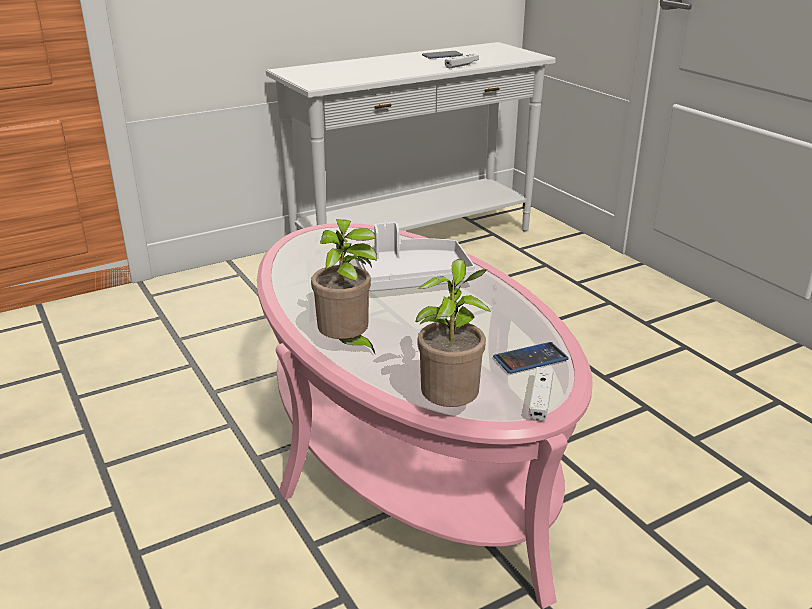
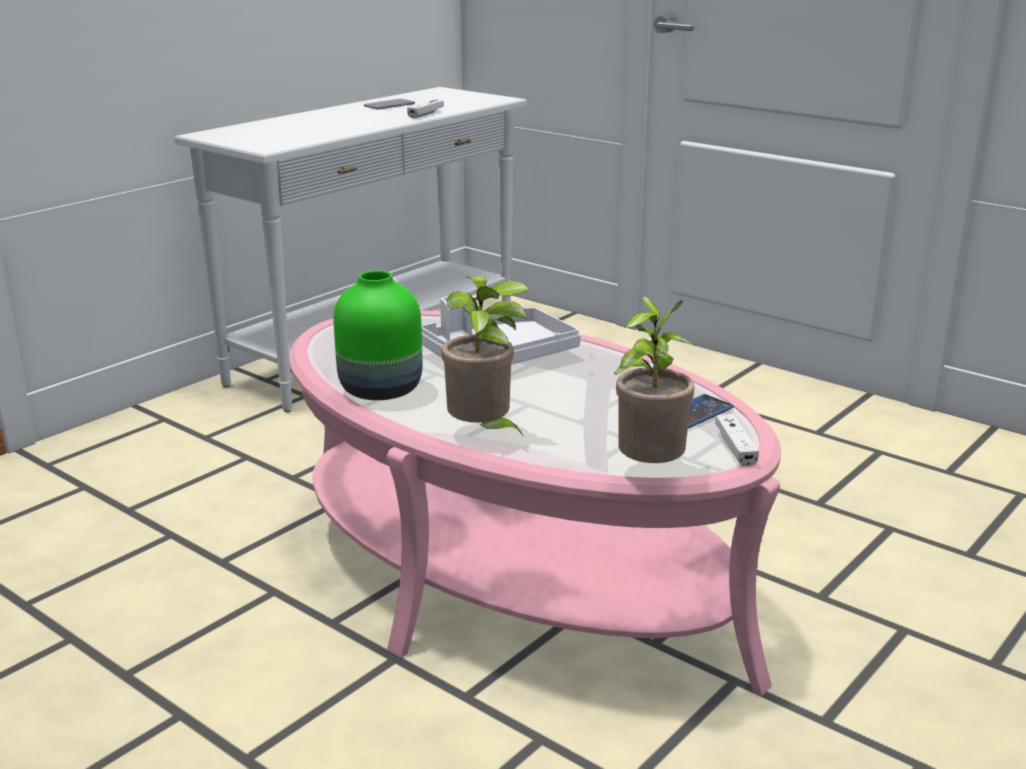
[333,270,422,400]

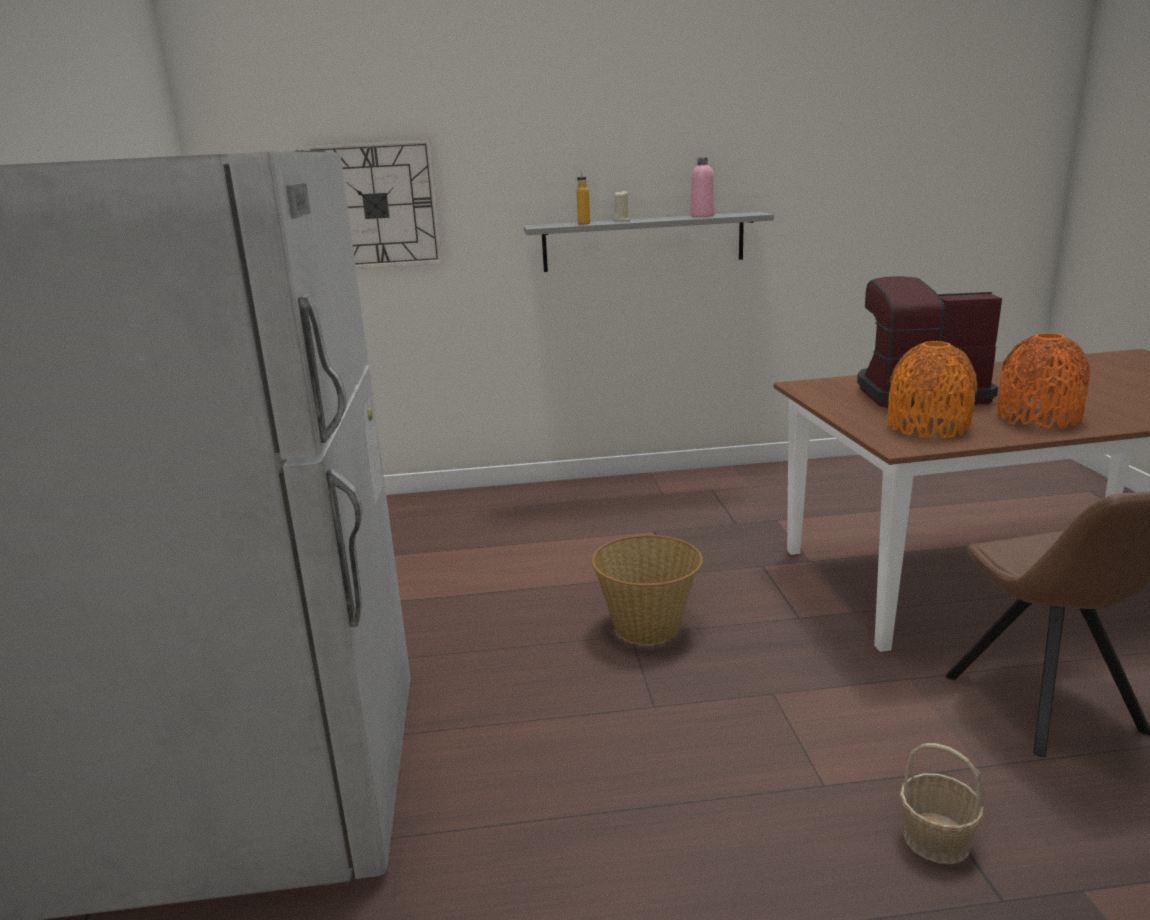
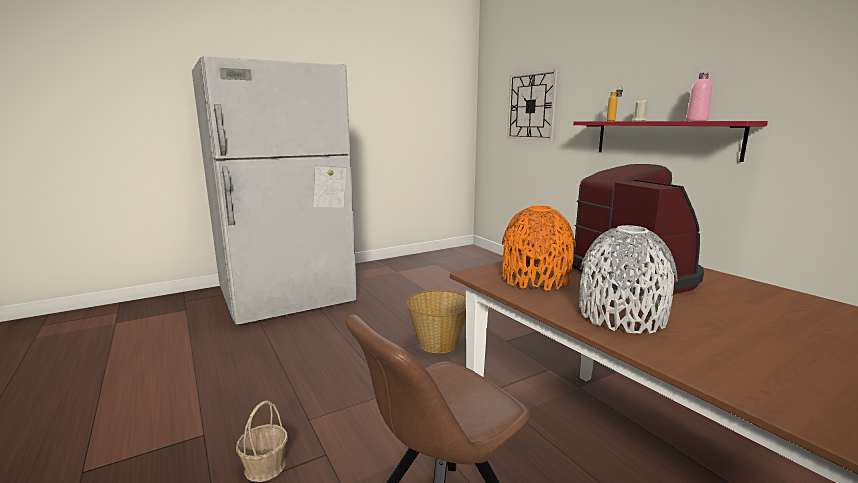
[573,121,768,162]
[579,225,677,333]

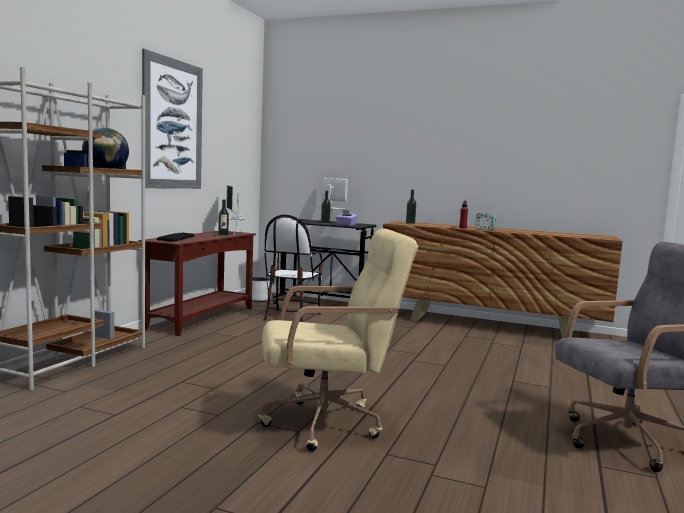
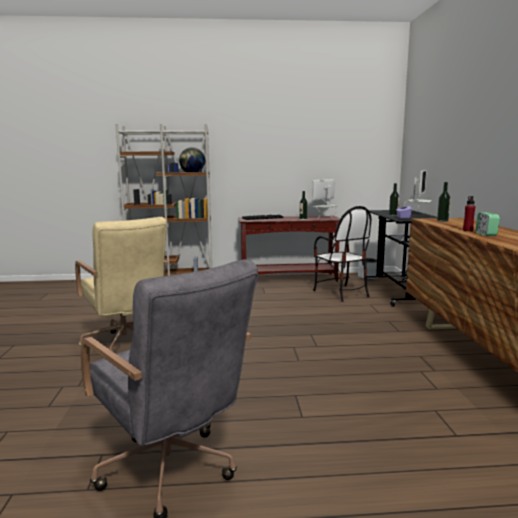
[142,49,203,189] (first image)
[313,206,371,302]

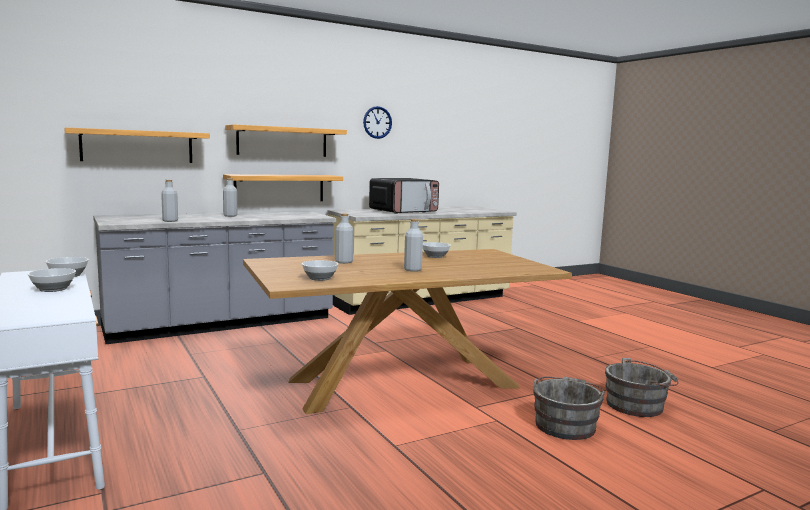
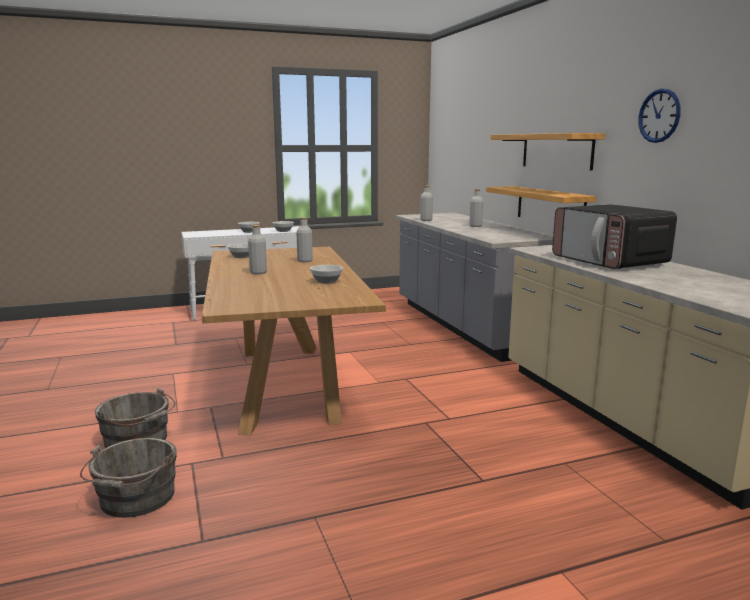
[64,127,210,163] (first image)

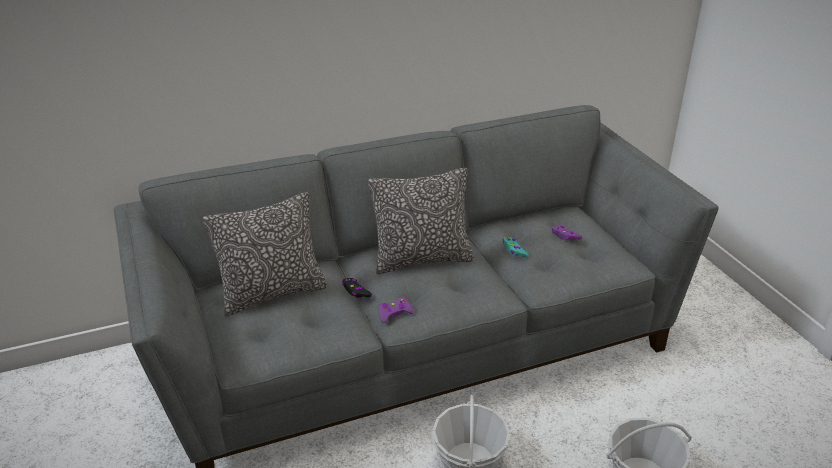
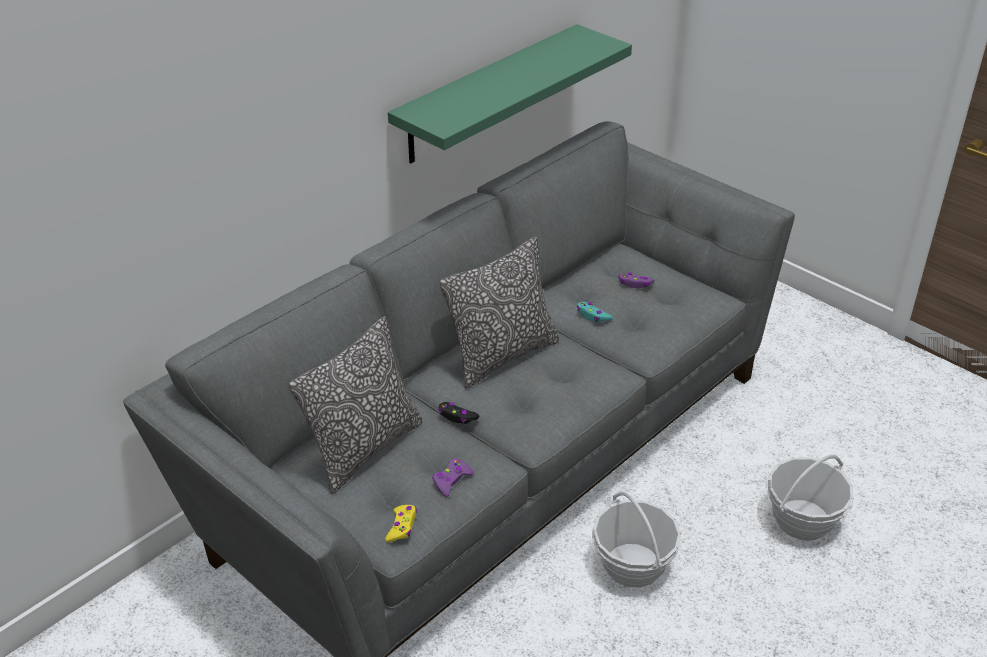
[385,505,417,542]
[388,24,632,163]
[432,458,474,497]

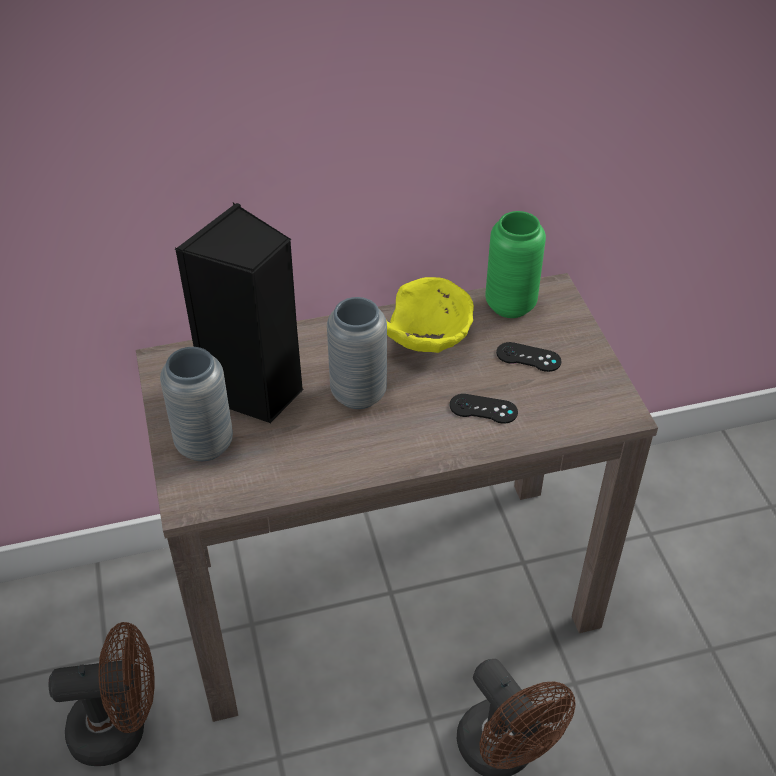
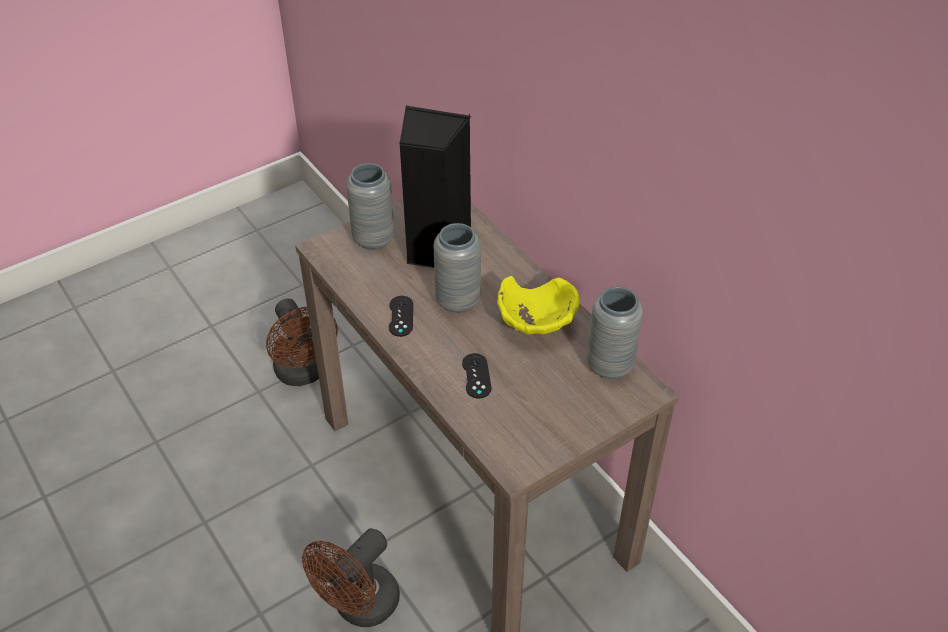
[389,296,413,337]
[587,287,643,379]

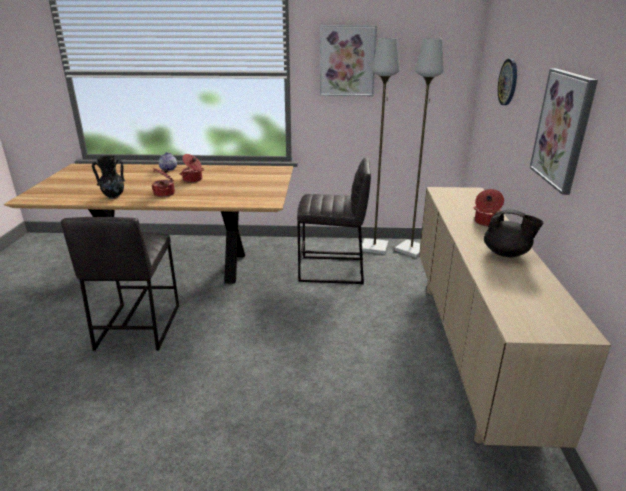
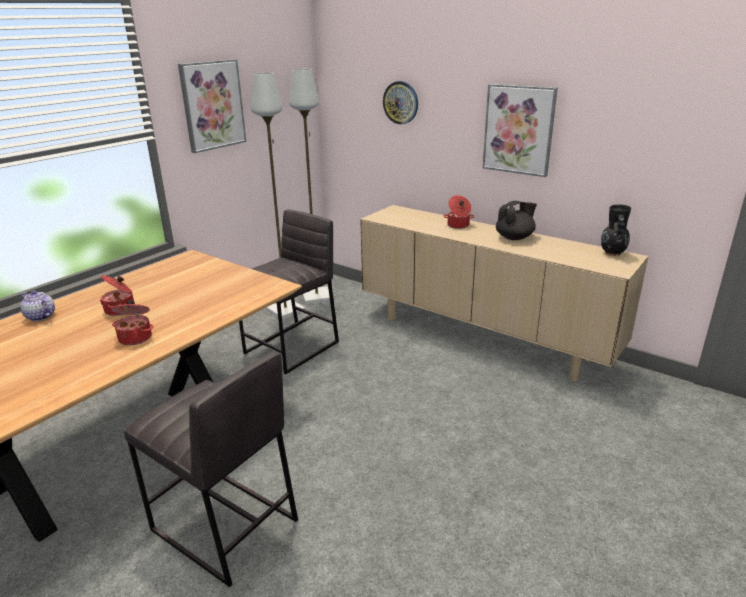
[601,205,631,256]

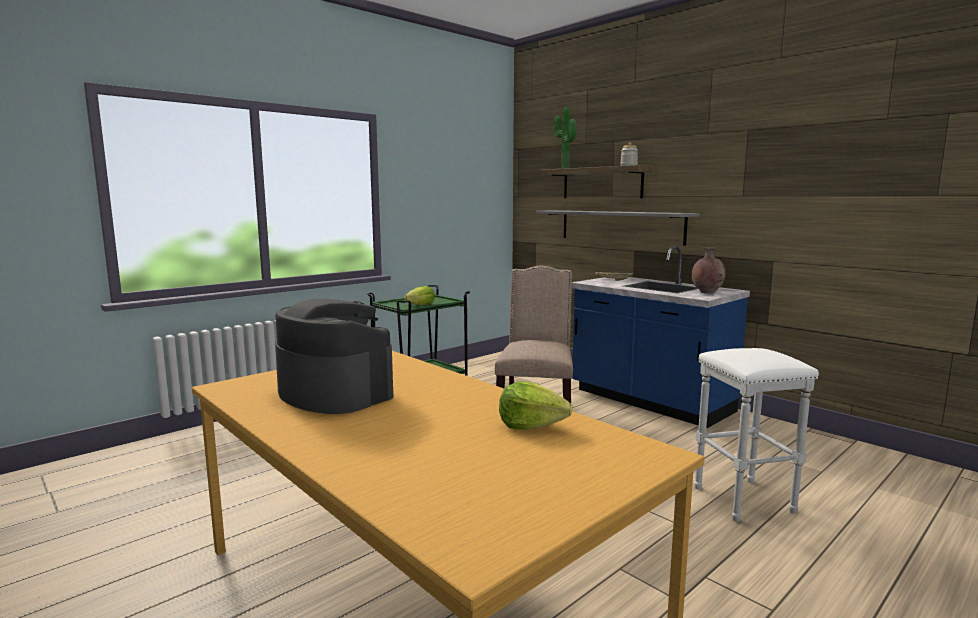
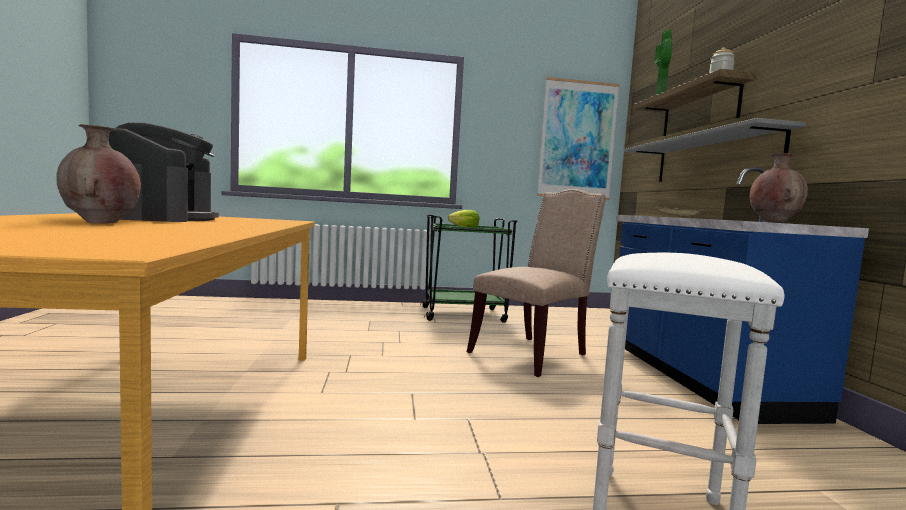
[499,381,572,430] (first image)
[56,124,141,223]
[537,77,620,200]

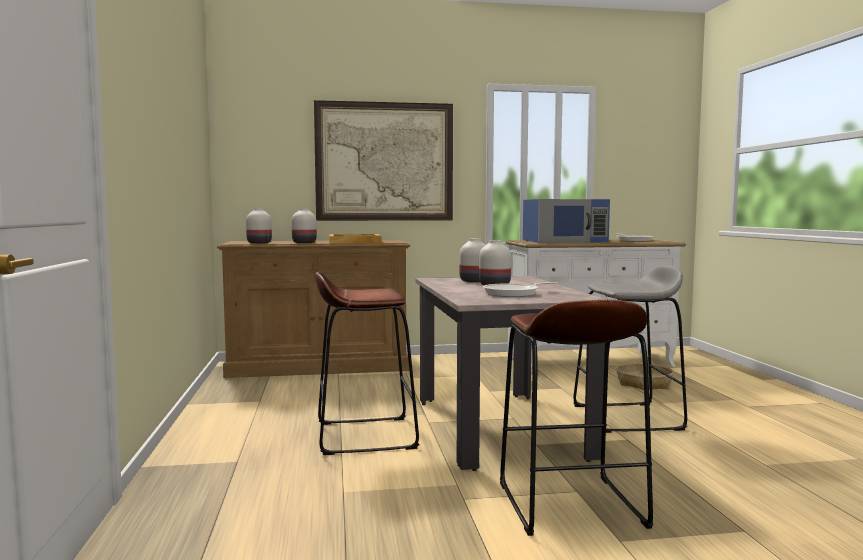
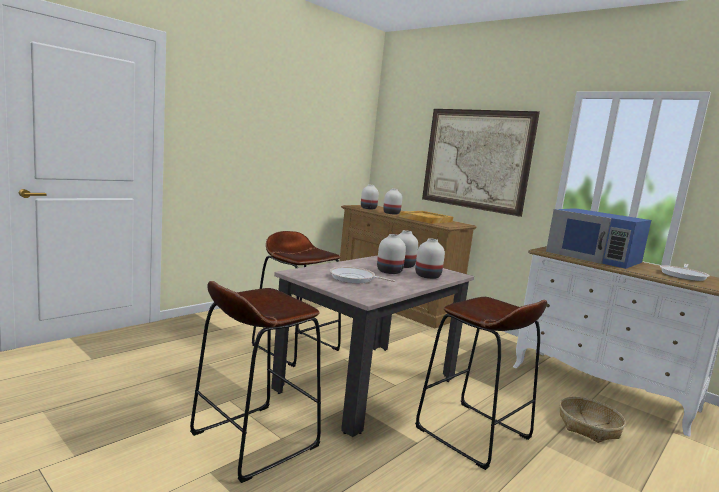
[415,238,445,279]
[415,297,547,470]

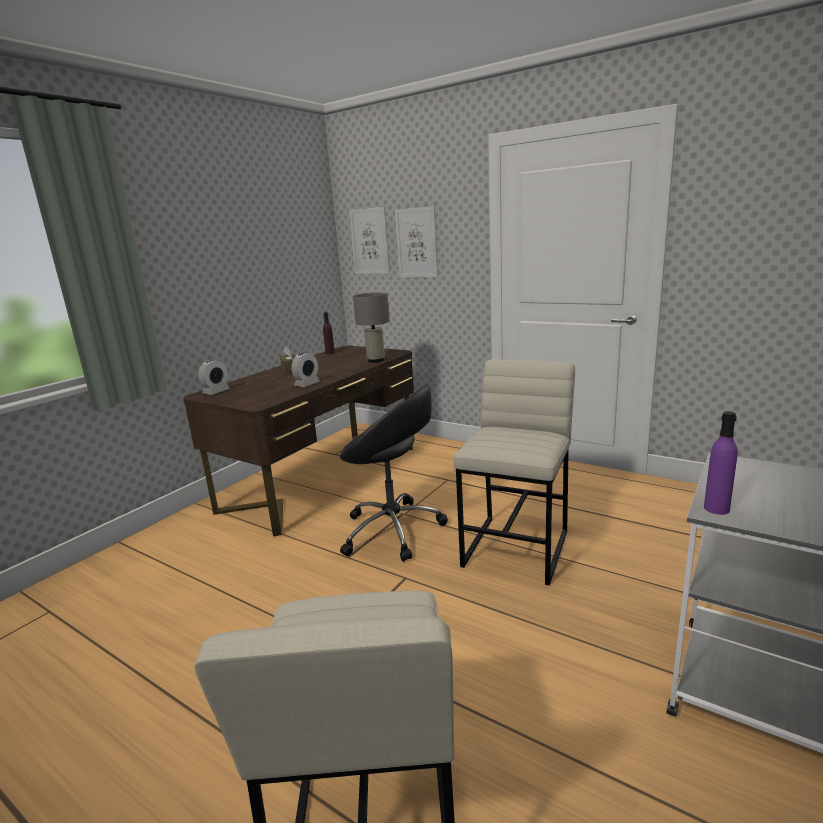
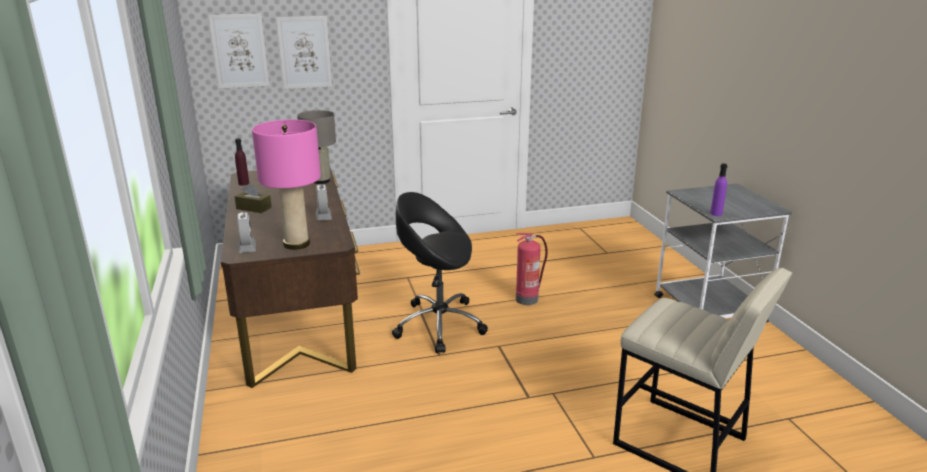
[252,119,321,250]
[516,233,548,305]
[392,192,488,353]

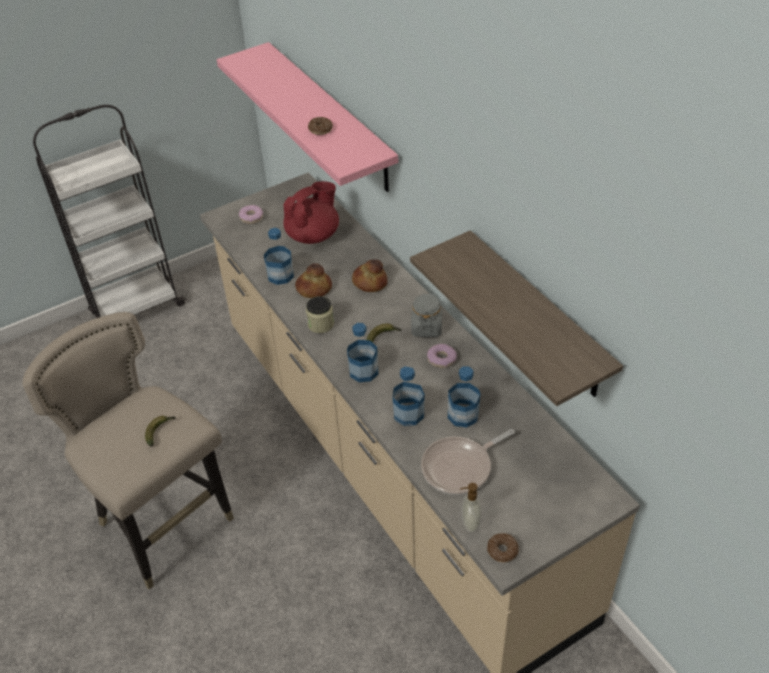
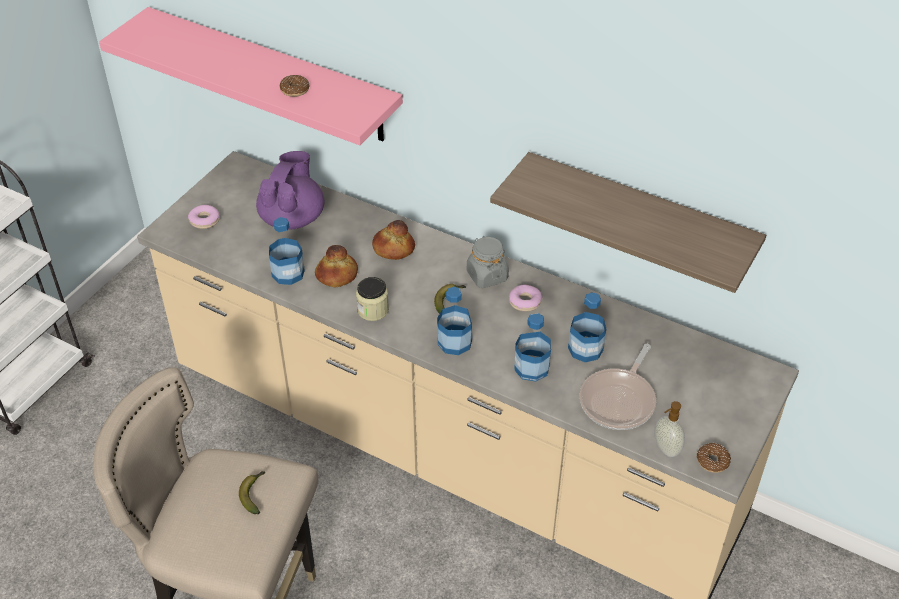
[256,151,324,230]

